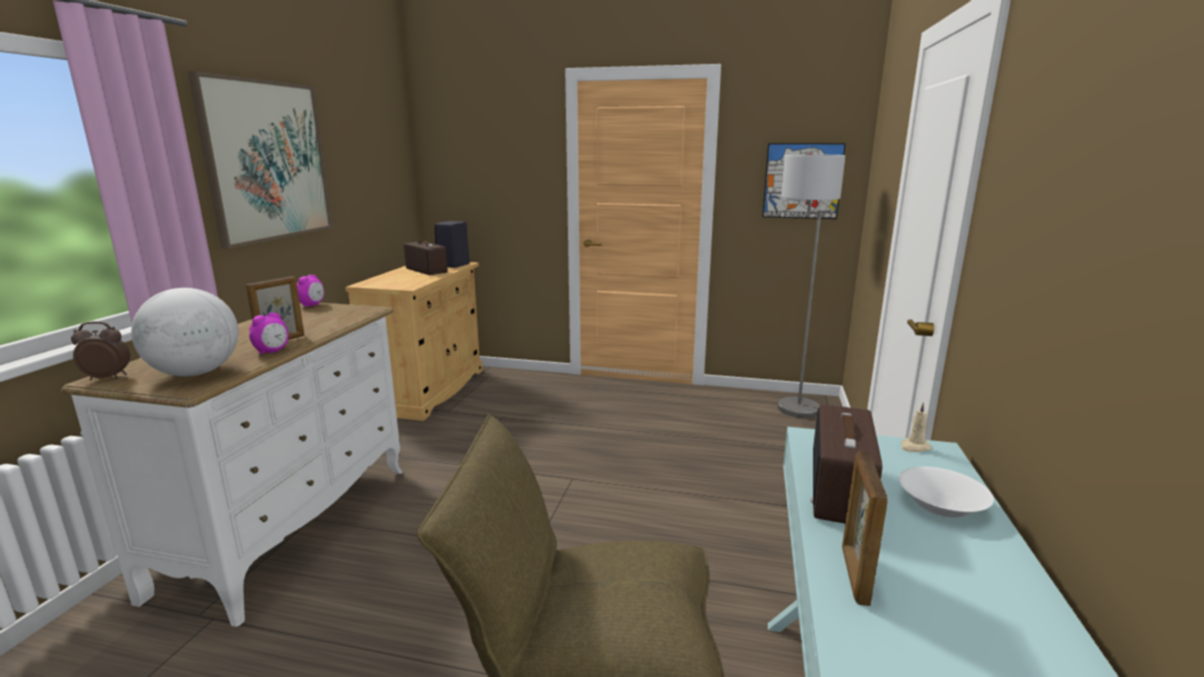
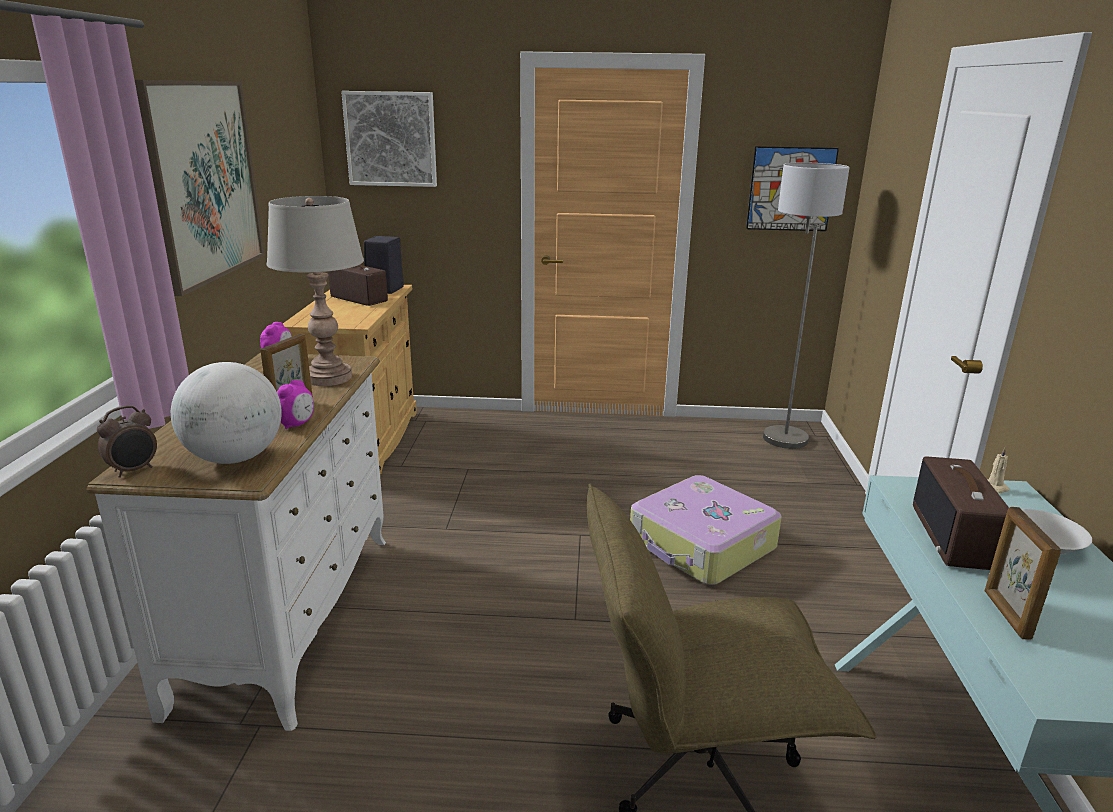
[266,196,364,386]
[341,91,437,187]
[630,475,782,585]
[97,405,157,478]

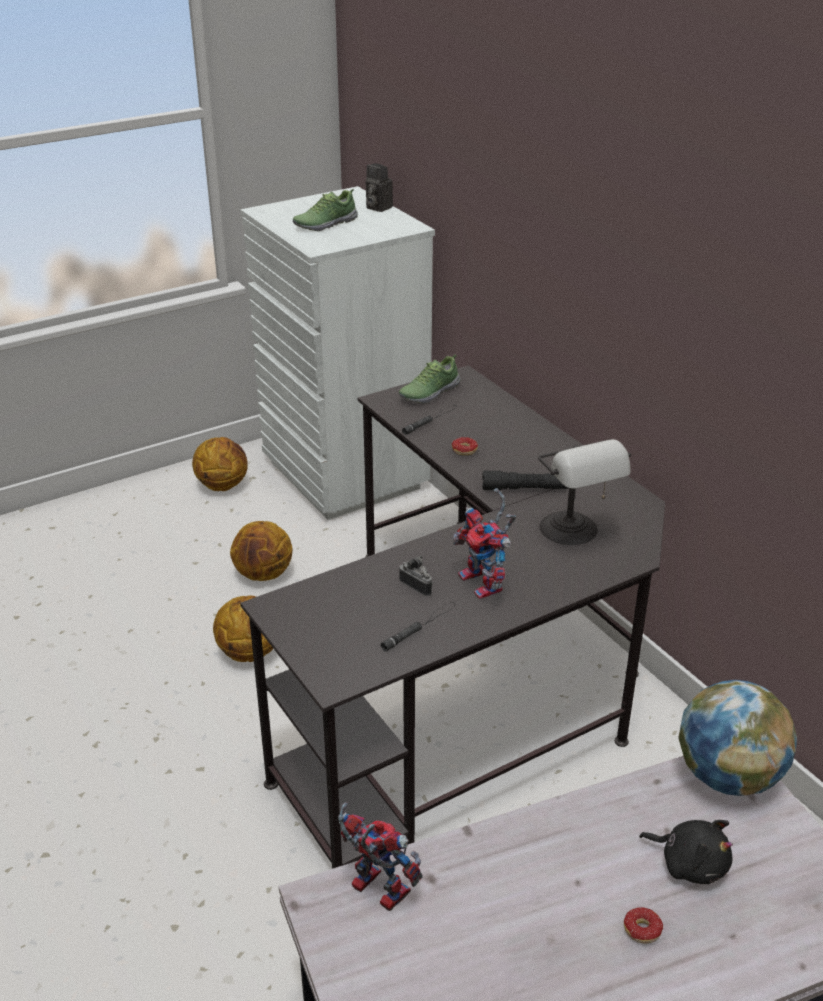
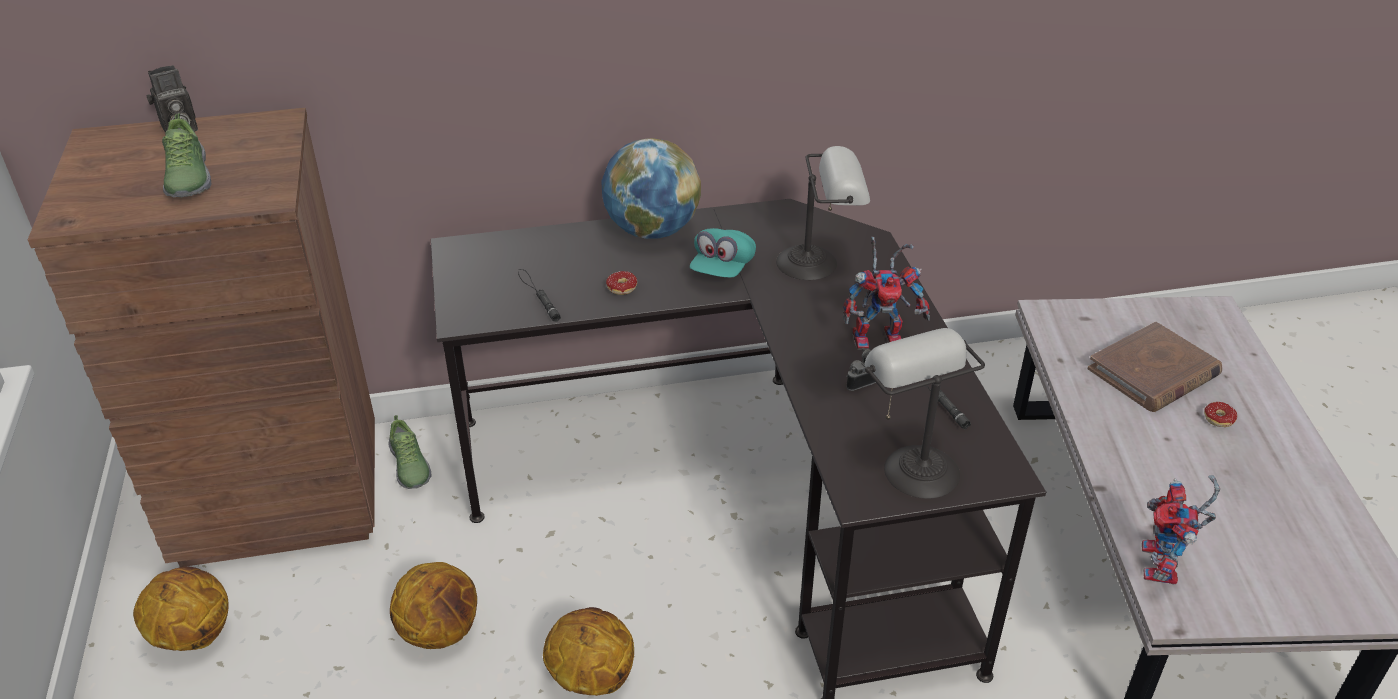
[865,328,985,499]
[388,415,431,489]
[601,138,701,239]
[690,228,756,277]
[1088,322,1223,412]
[28,108,375,567]
[1142,475,1220,584]

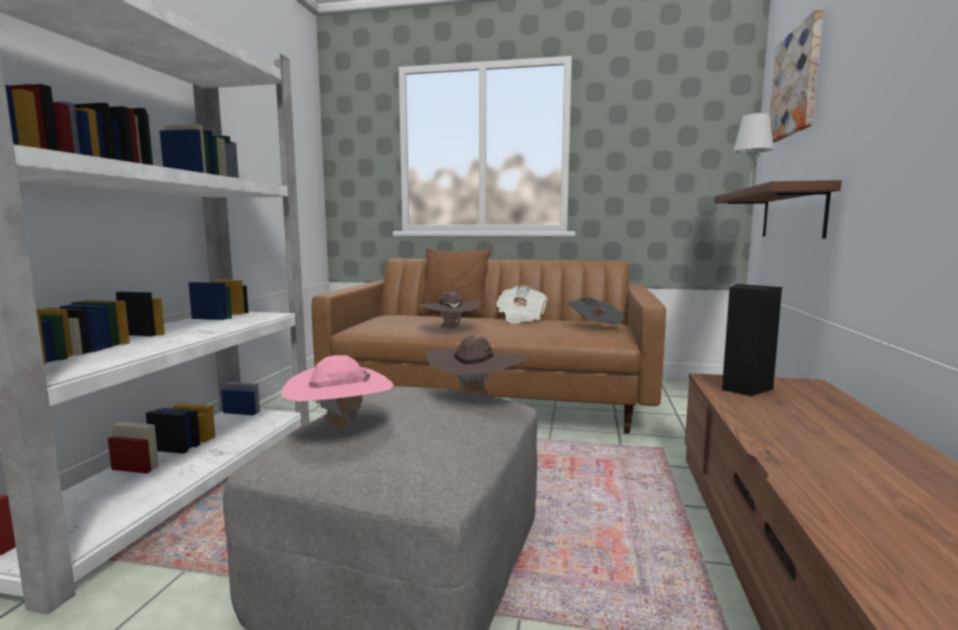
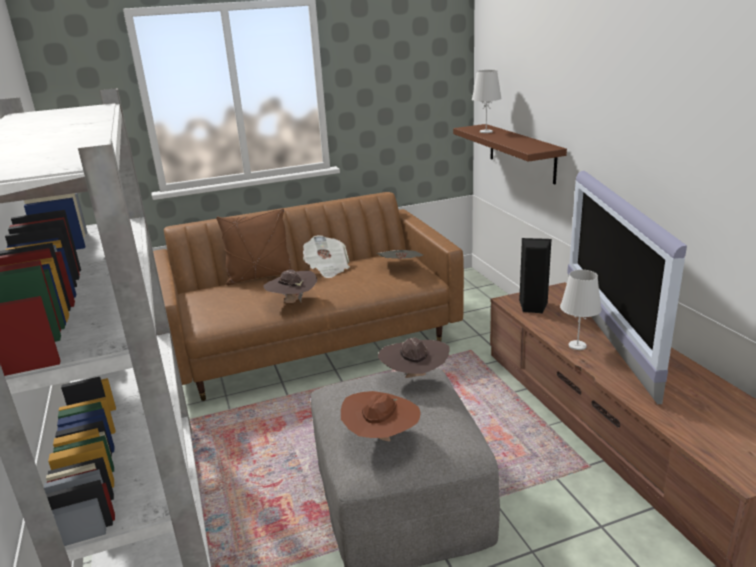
[770,9,823,143] (first image)
[560,270,602,350]
[567,171,687,404]
[341,391,421,441]

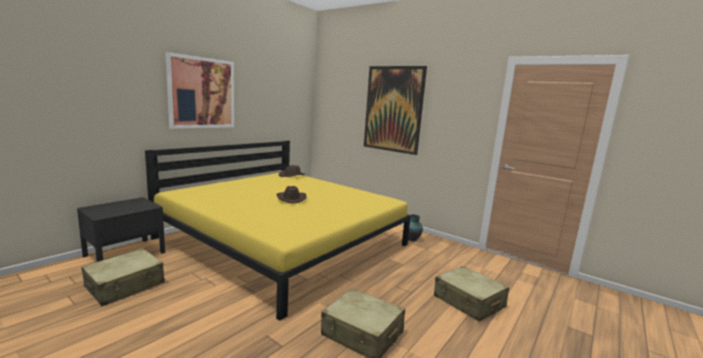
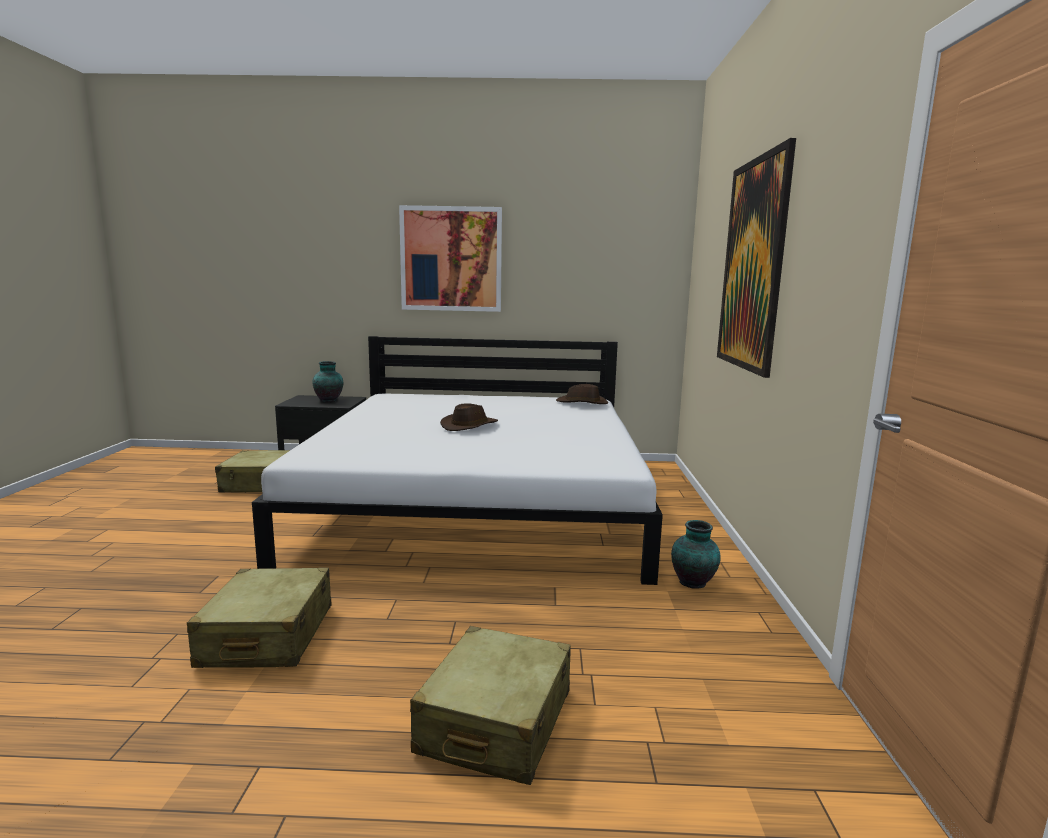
[313,361,344,402]
[252,336,663,585]

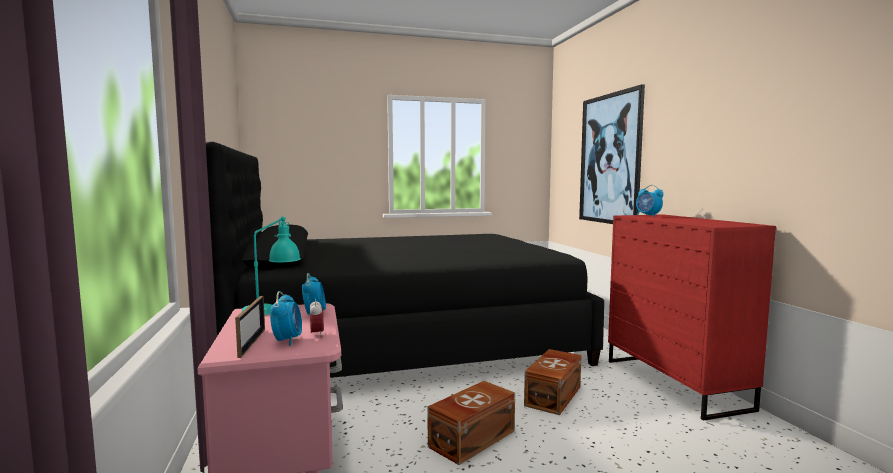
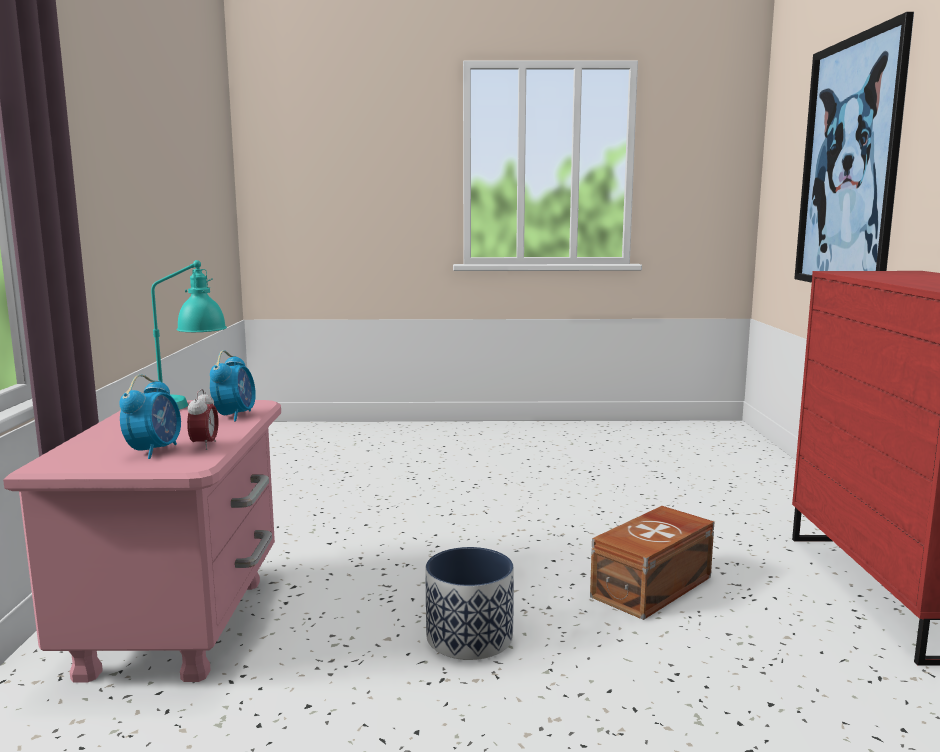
[206,142,604,378] (first image)
[235,296,265,358] (first image)
[636,185,664,217] (first image)
[426,547,514,660]

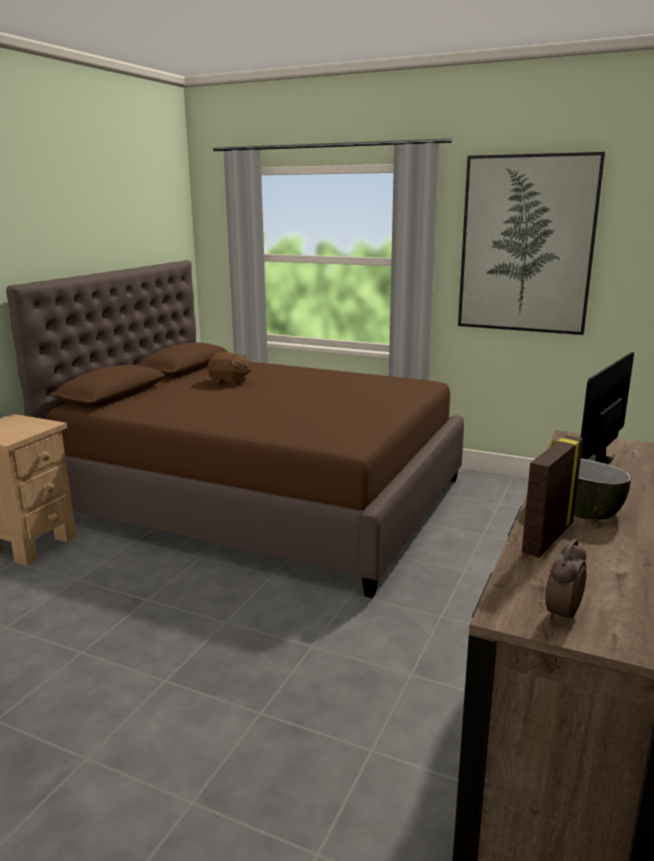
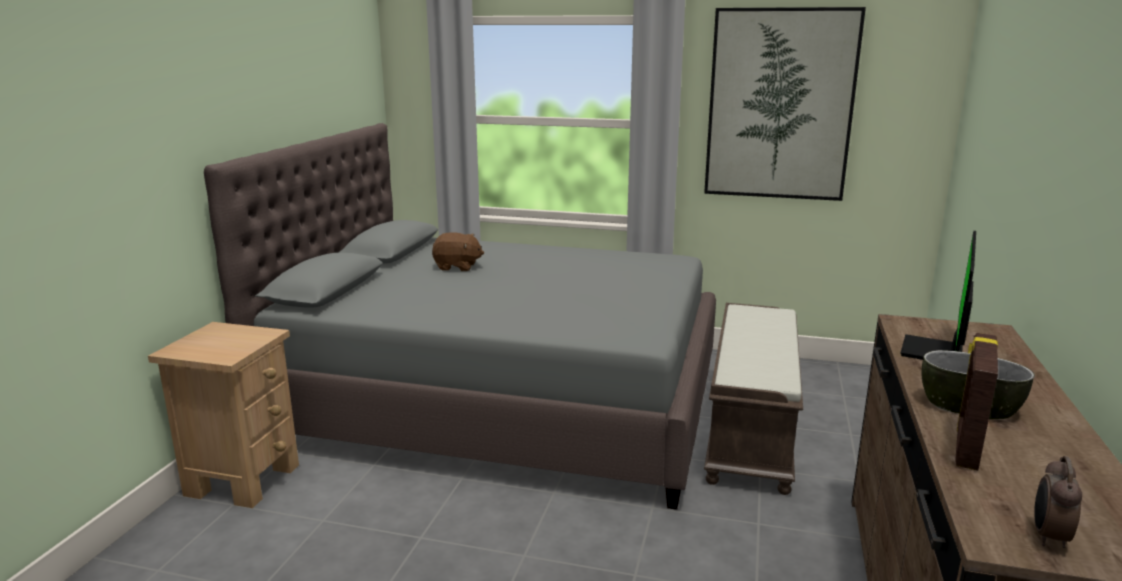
[704,303,803,495]
[204,123,716,510]

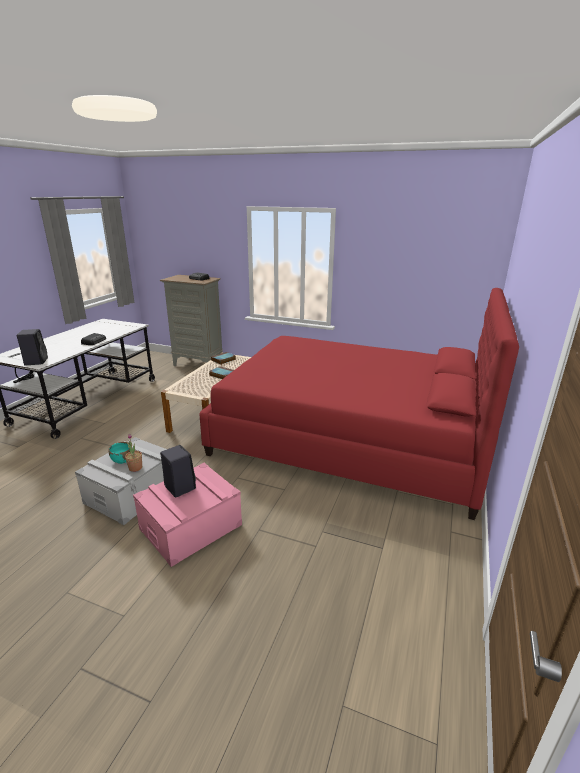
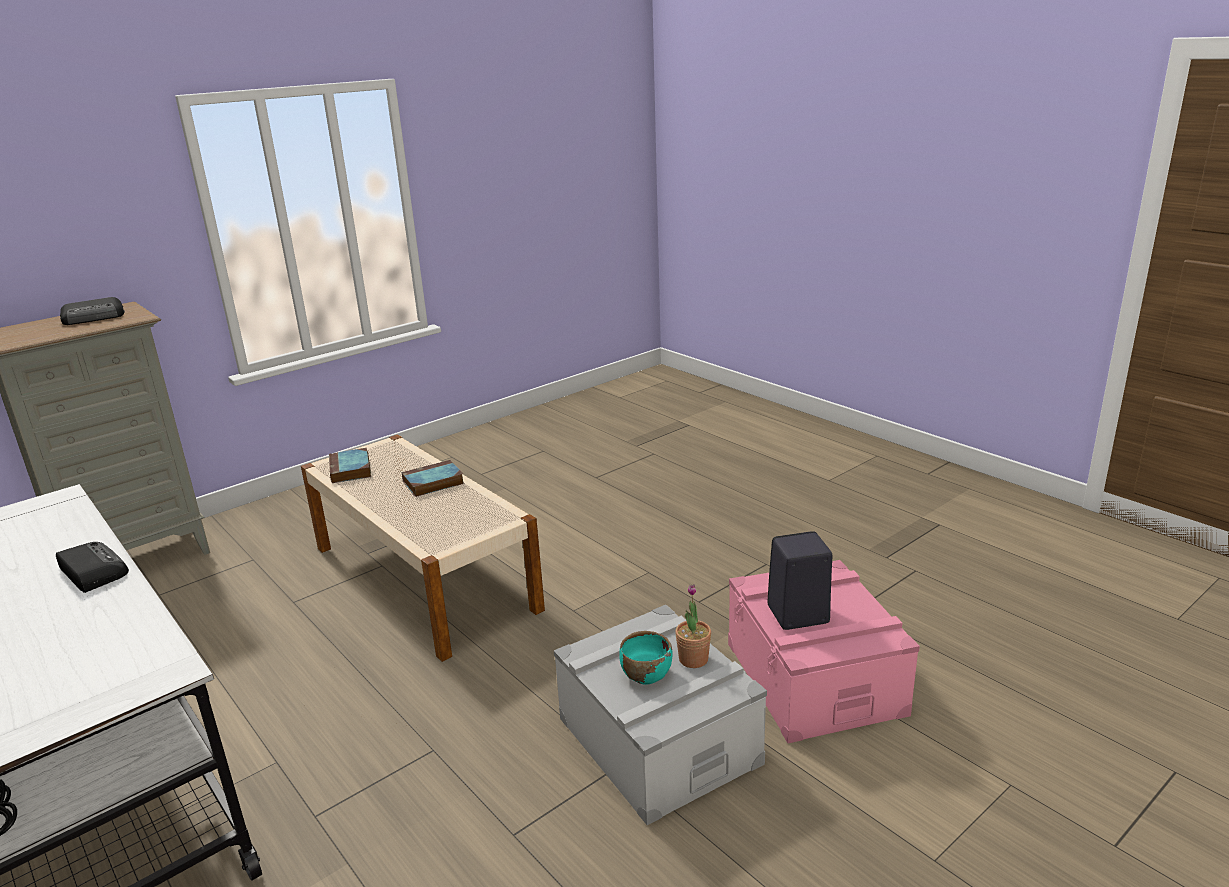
[17,329,48,365] (first image)
[199,288,519,520] (first image)

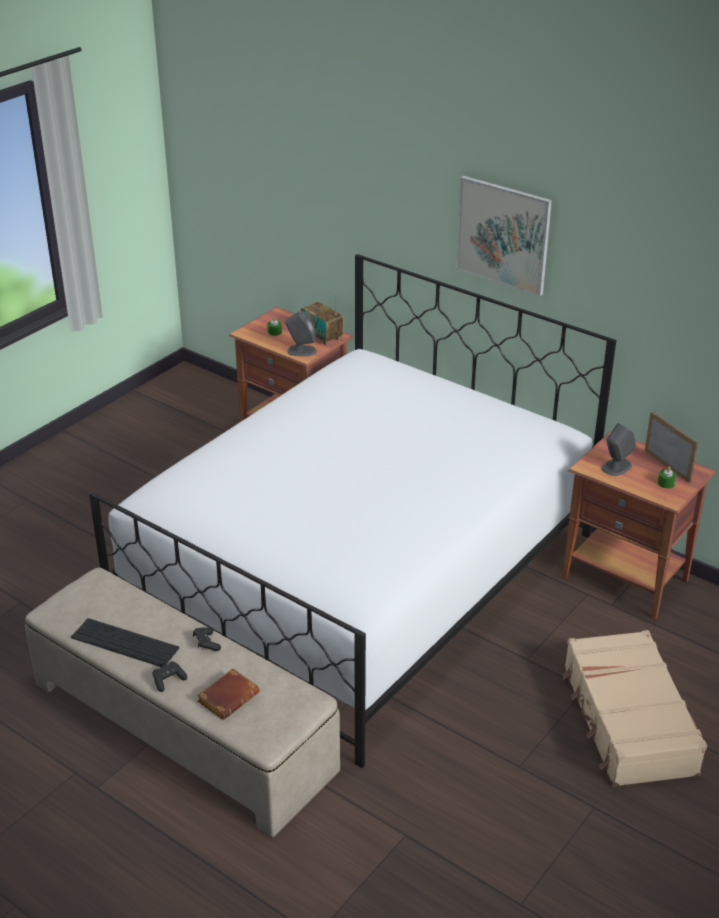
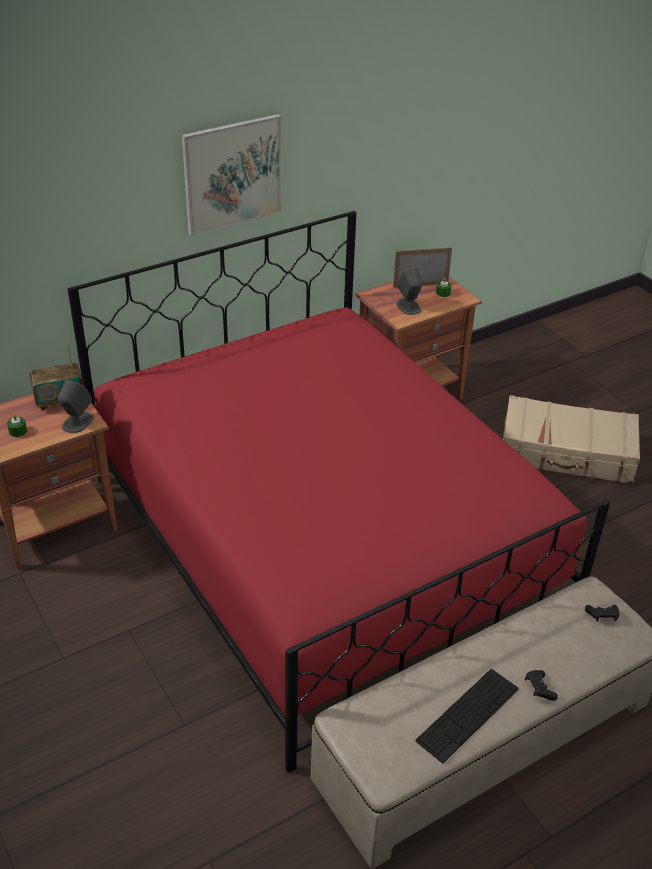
[197,668,260,720] (first image)
[585,605,620,622]
[67,211,610,773]

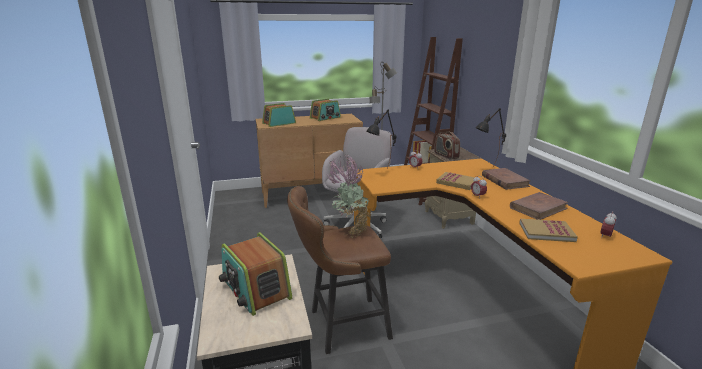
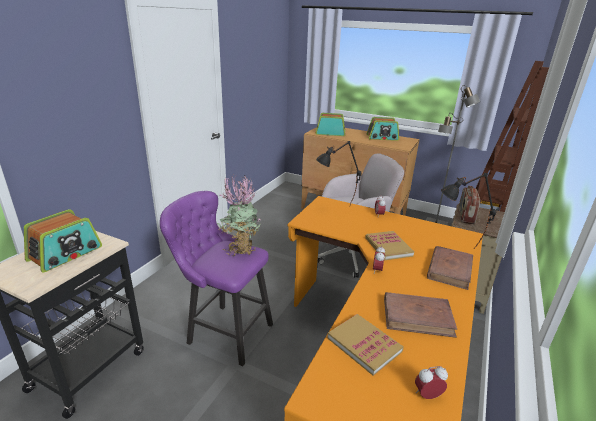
[160,191,273,366]
[24,209,102,273]

